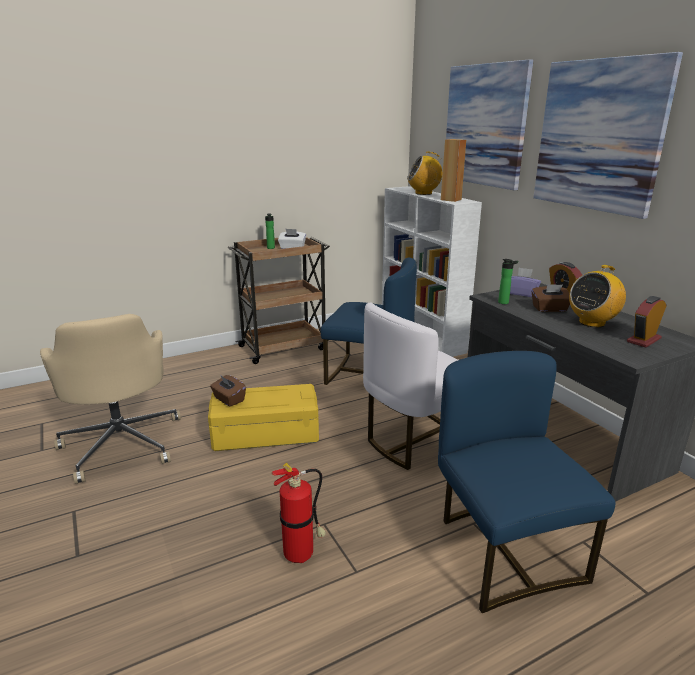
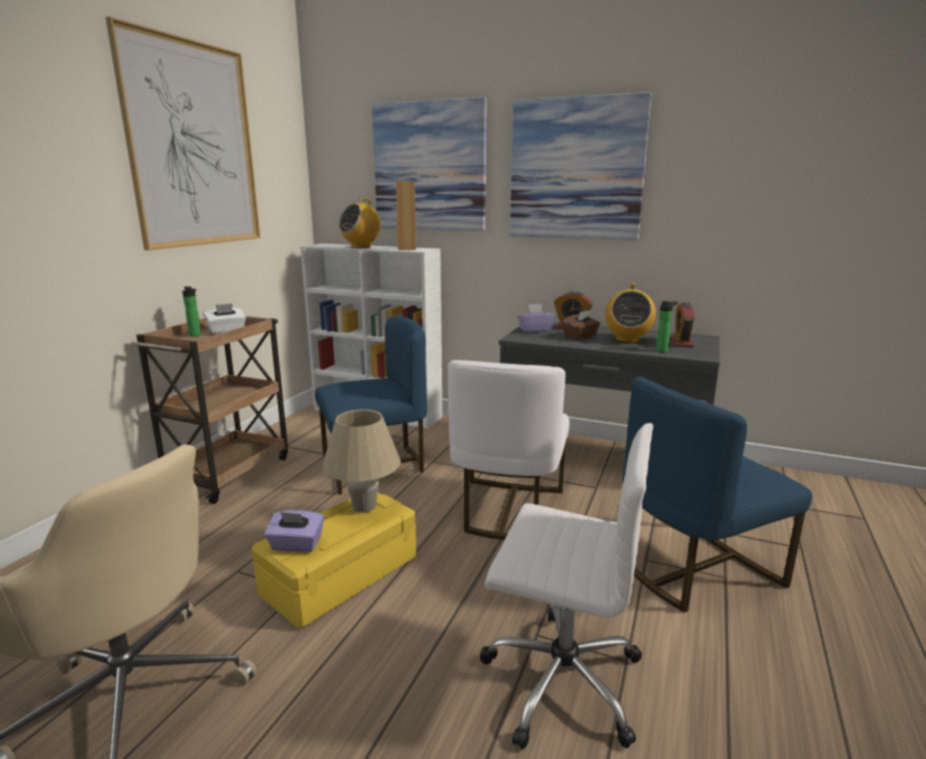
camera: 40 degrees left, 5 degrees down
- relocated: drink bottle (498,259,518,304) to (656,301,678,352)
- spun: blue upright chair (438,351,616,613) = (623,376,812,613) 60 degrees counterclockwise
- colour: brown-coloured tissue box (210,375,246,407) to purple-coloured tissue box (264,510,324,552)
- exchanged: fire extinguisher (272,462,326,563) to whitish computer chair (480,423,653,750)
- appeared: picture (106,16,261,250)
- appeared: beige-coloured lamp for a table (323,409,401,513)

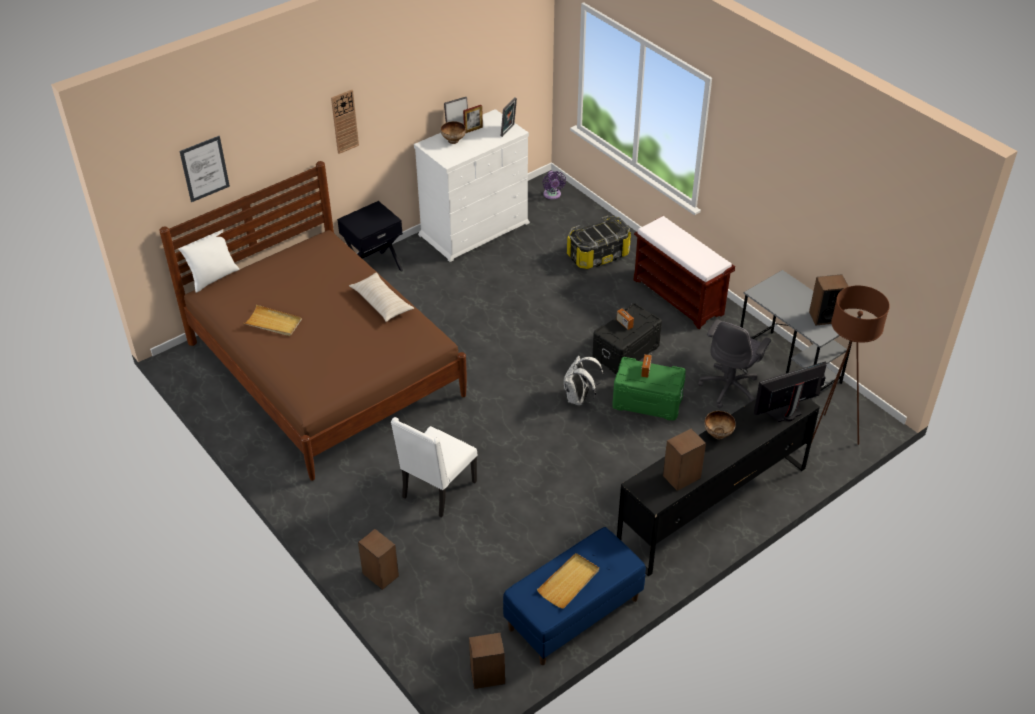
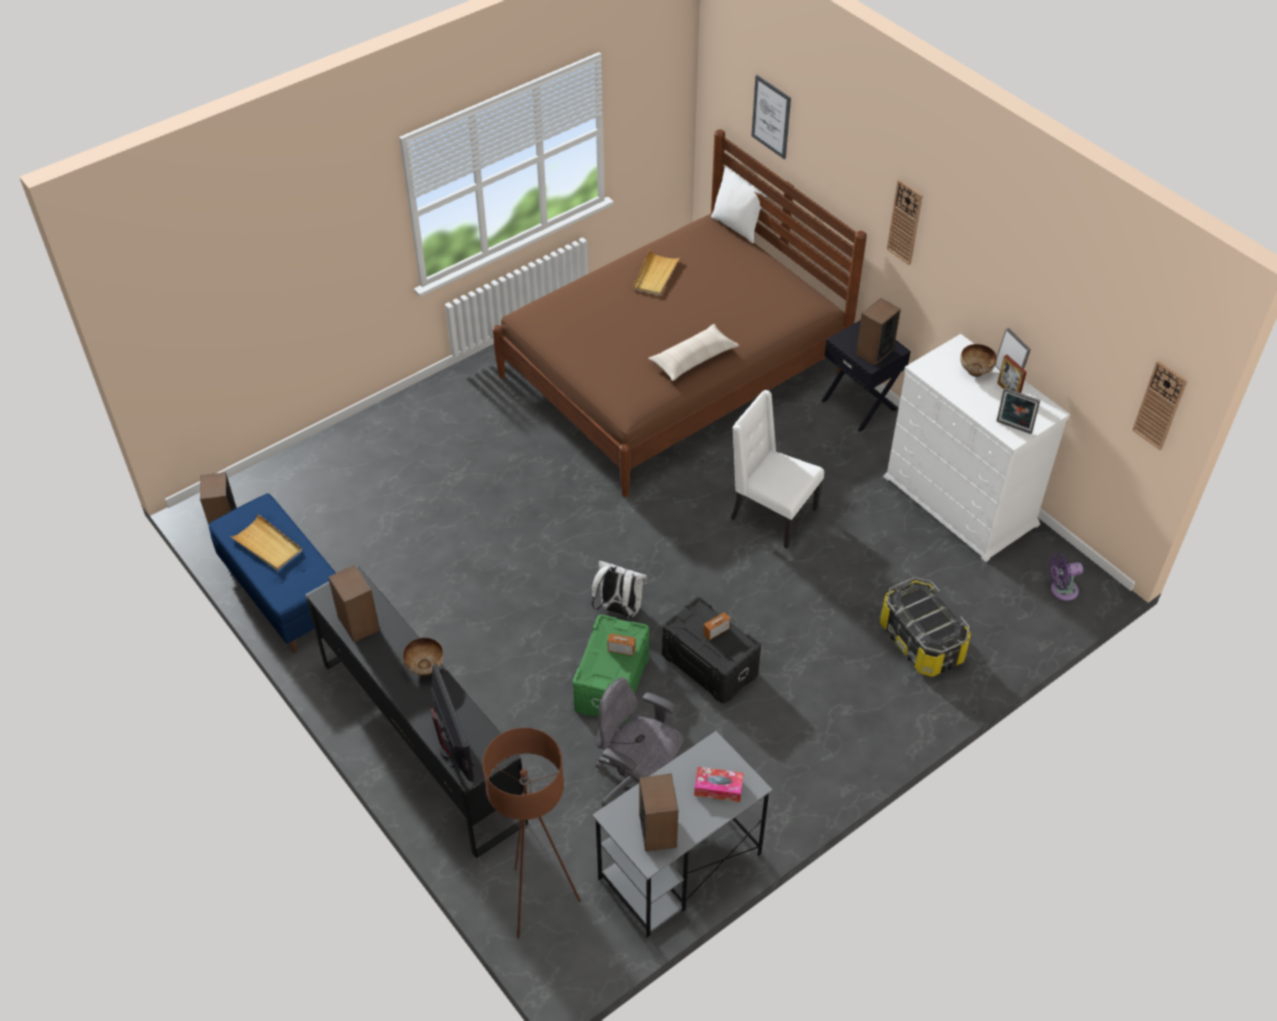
camera: 90 degrees right, 5 degrees up
- missing: brown-coloured long seat (634,216,735,329)
- relocated: whitish upright chair (391,417,477,518) to (731,390,824,549)
- relocated: audio speaker (358,529,399,590) to (856,298,901,366)
- appeared: clock on the wall (1133,360,1188,450)
- appeared: tissue box (694,767,744,802)

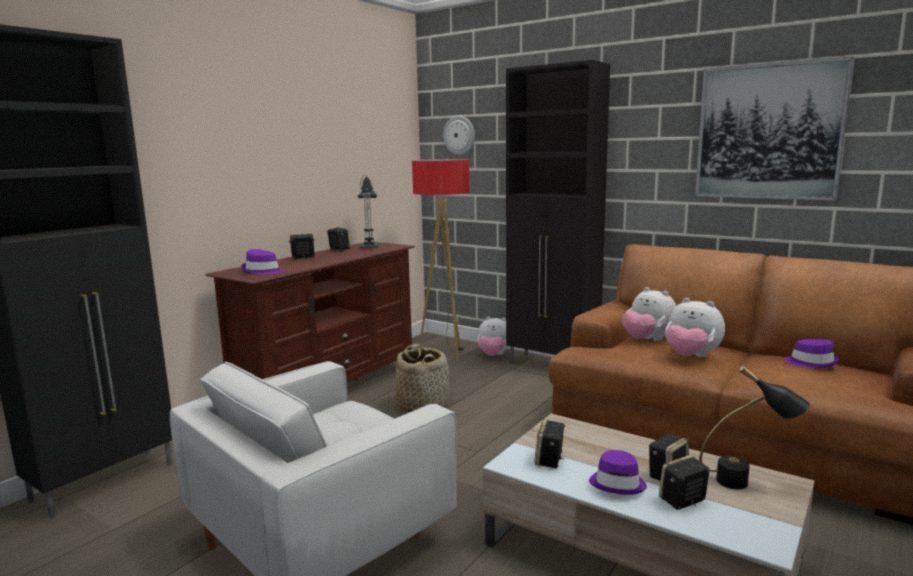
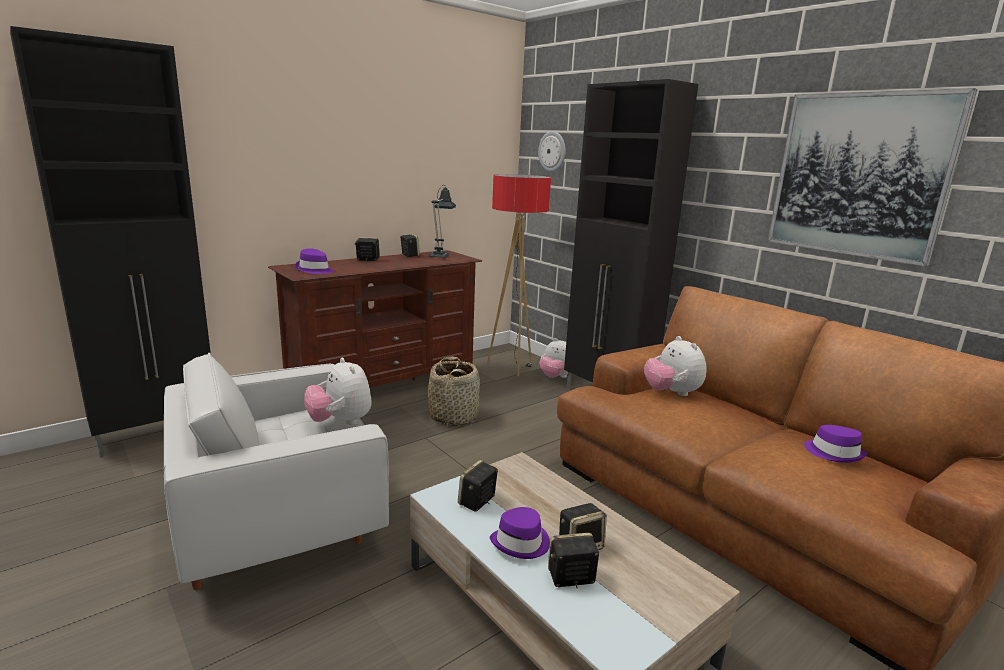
camera: 15 degrees right, 5 degrees up
- relocated: soft toy (665,298,725,357) to (304,357,372,425)
- missing: black-coloured lamp for a table (699,365,810,489)

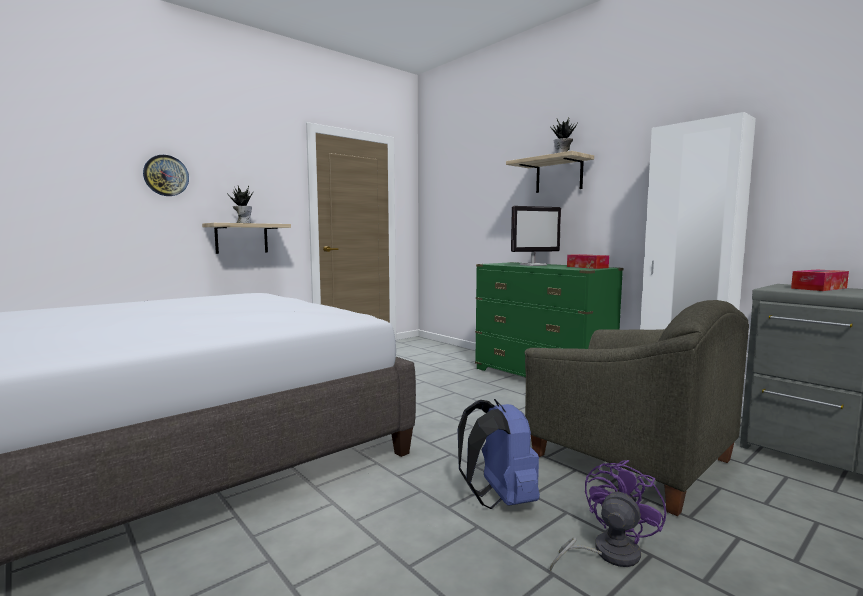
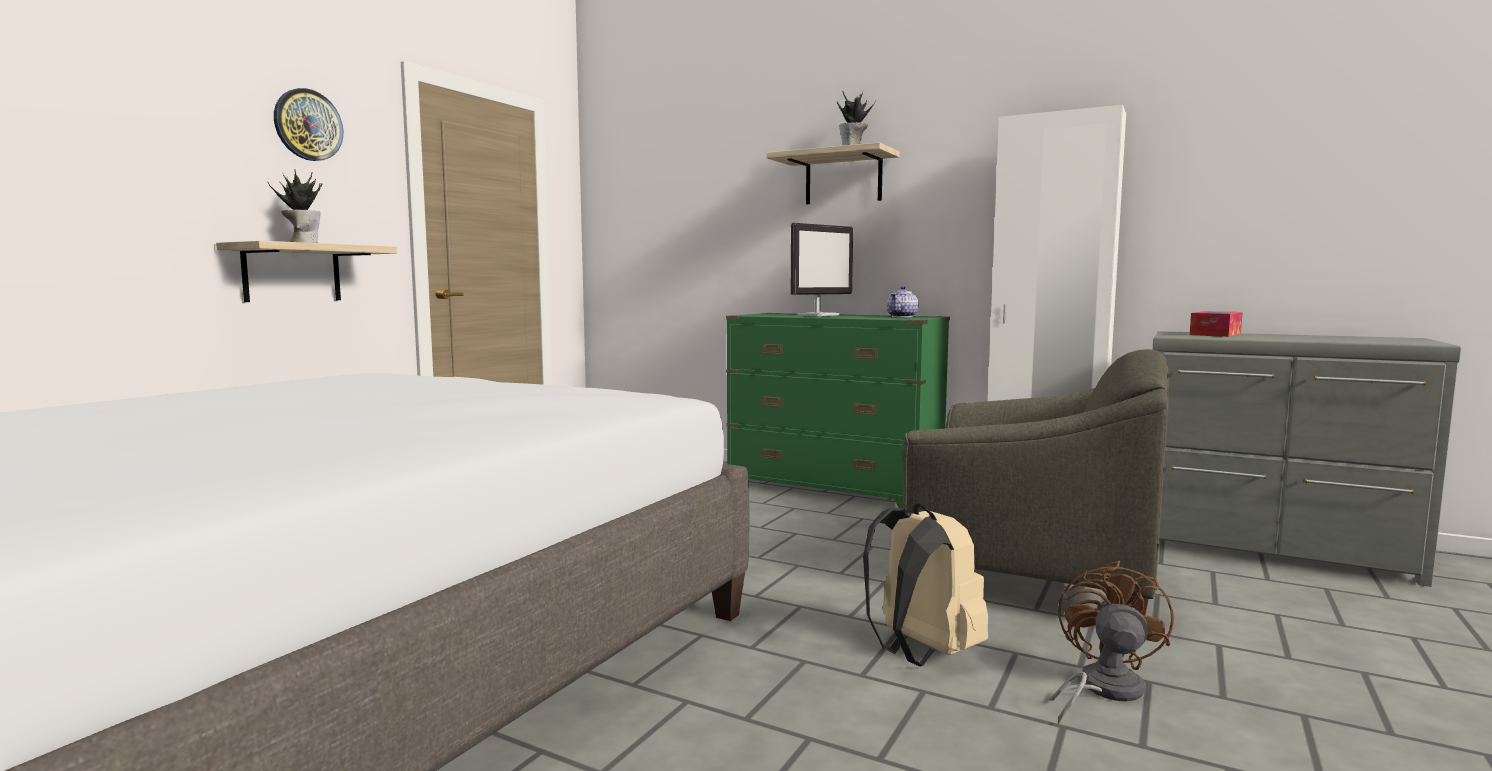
camera: 20 degrees left, 0 degrees up
- relocated: clock on the wall (143,155,189,196) to (274,88,343,161)
- exchanged: tissue box (567,254,609,269) to pot for tea (887,286,918,317)
- colour: blue rucksack (458,399,540,509) to beige-coloured rucksack (863,503,988,667)
- colour: purple-coloured electric fan (550,460,666,571) to brown-coloured electric fan (1050,561,1174,724)

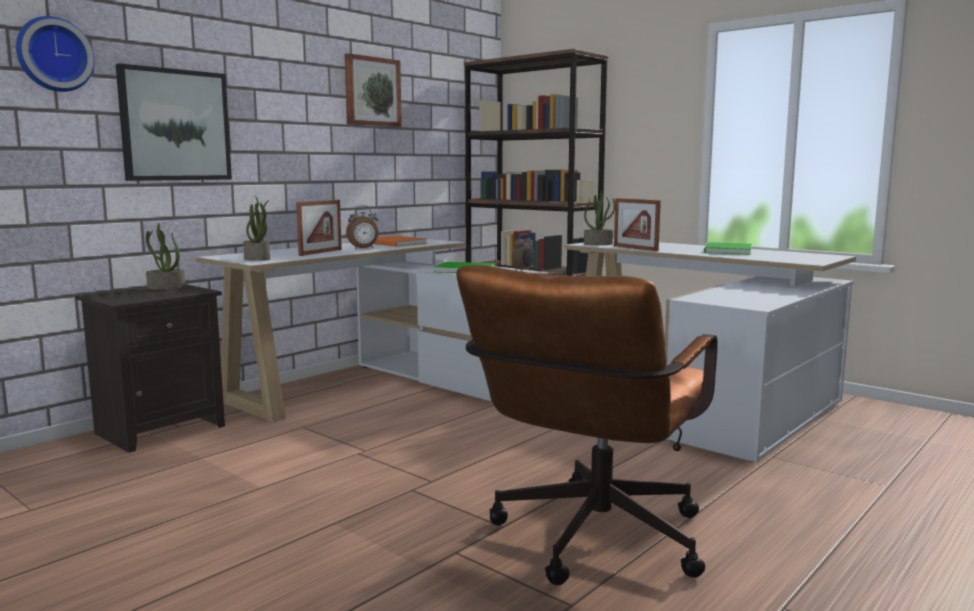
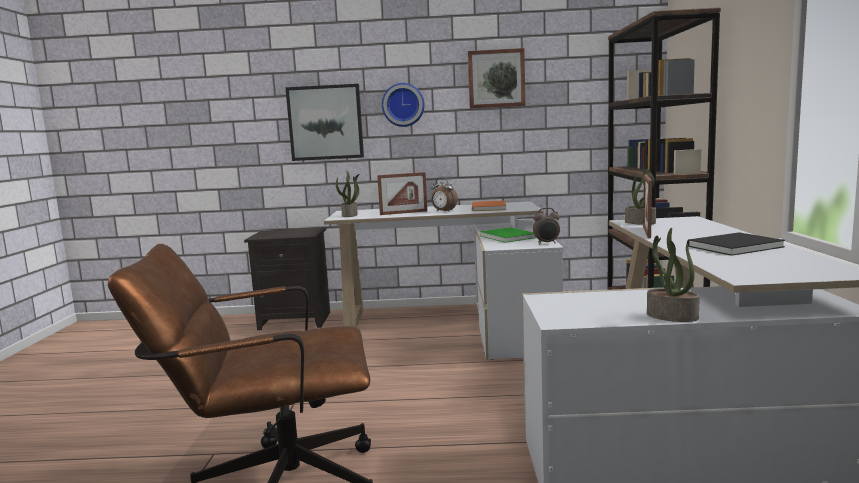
camera: 50 degrees right, 0 degrees up
- relocated: clock on the wall (16,16,95,92) to (382,83,425,127)
- relocated: potted plant (146,223,185,290) to (647,228,700,322)
- colour: greenish bound book (704,242,751,255) to black-coloured bound book (687,232,785,256)

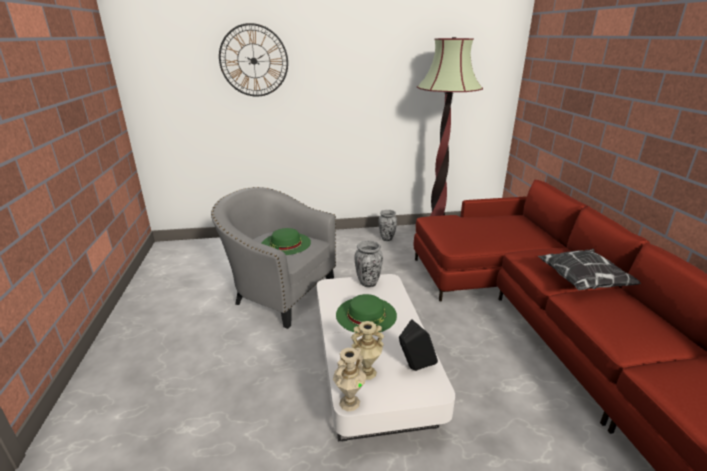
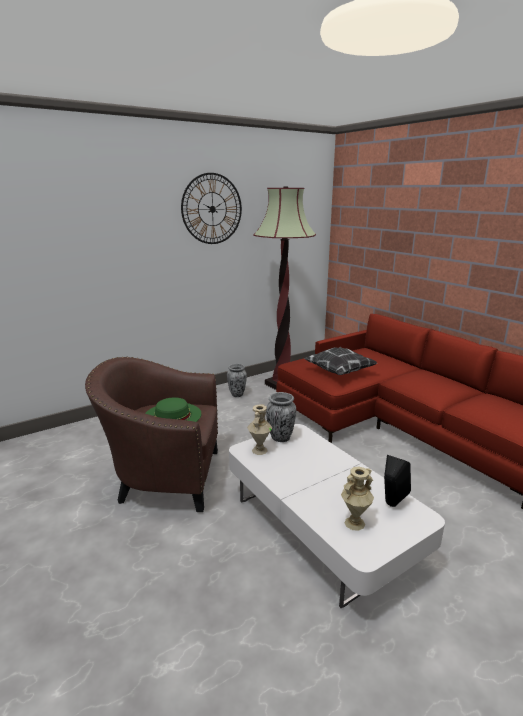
camera: 25 degrees left, 5 degrees down
- relocated: clock on the wall (219,23,288,97) to (181,173,242,244)
- colour: gray easy chair (211,187,336,329) to brown-coloured easy chair (85,357,218,512)
- relocated: cushion (538,249,641,290) to (304,347,377,375)
- missing: greenish wearable hat (336,294,397,333)
- relocated: beige-coloured flower vase (333,348,366,411) to (247,404,272,455)

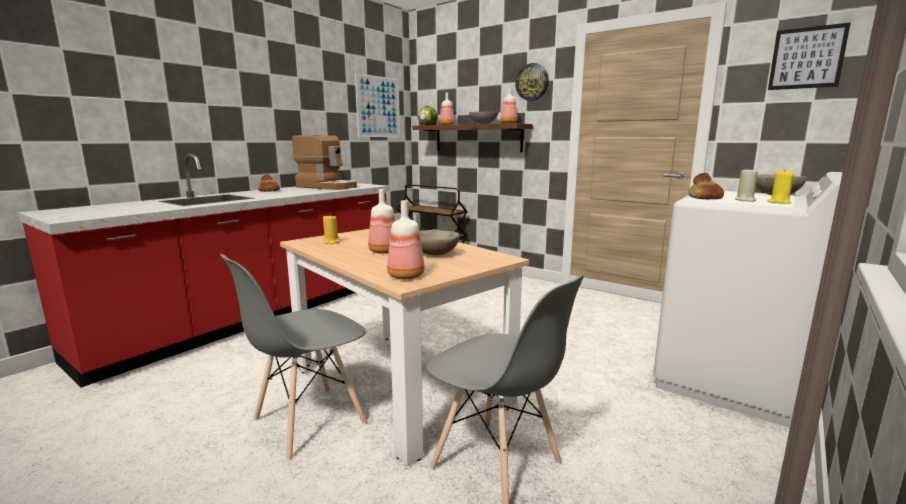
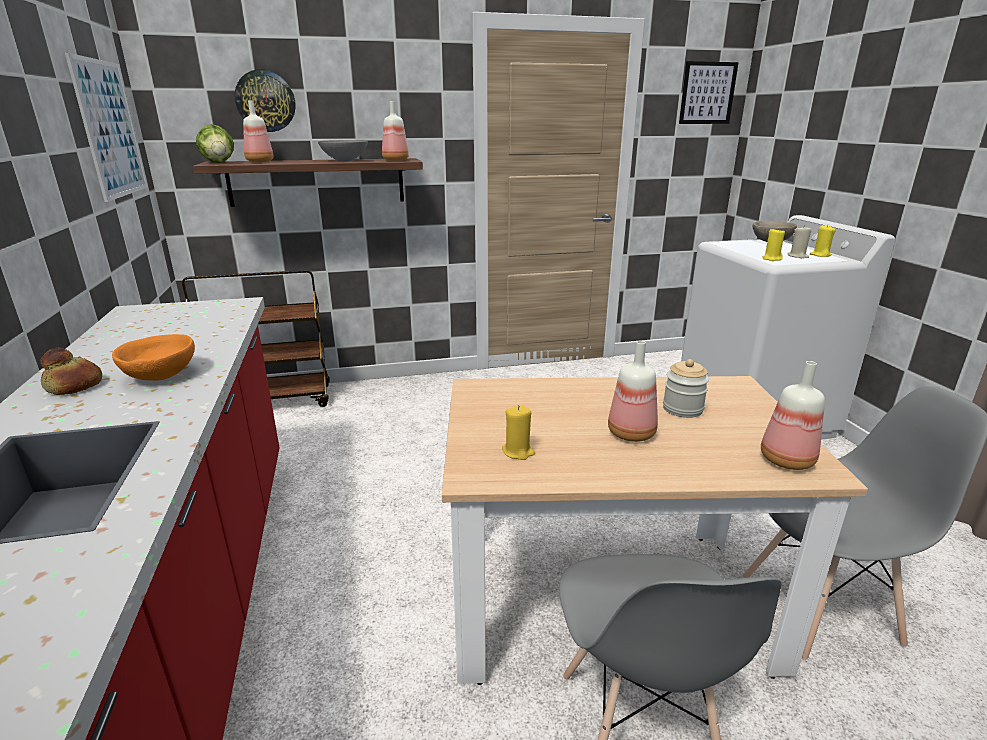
camera: 50 degrees left, 10 degrees up
- relocated: clock on the wall (515,63,549,101) to (234,69,296,132)
- missing: coffee maker (292,135,357,190)
- exchanged: bread (688,173,724,200) to yellowish candle (763,228,785,261)
- exchanged: beige-coloured serving bowl (419,229,460,255) to storage jar (663,359,709,418)
- appeared: orange-coloured serving bowl (112,334,195,381)

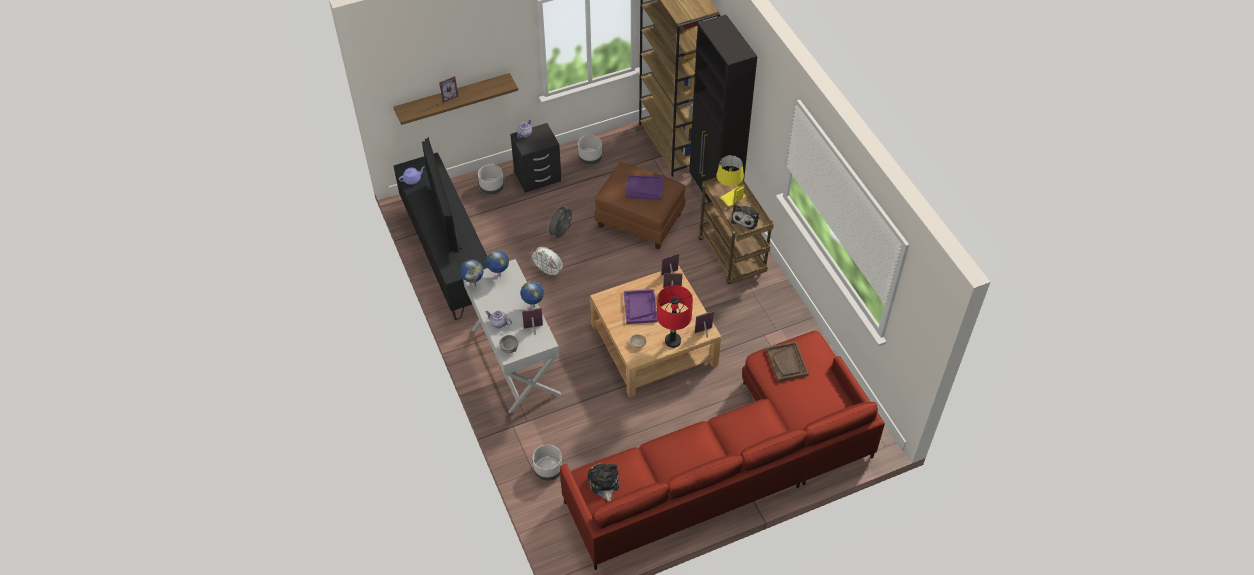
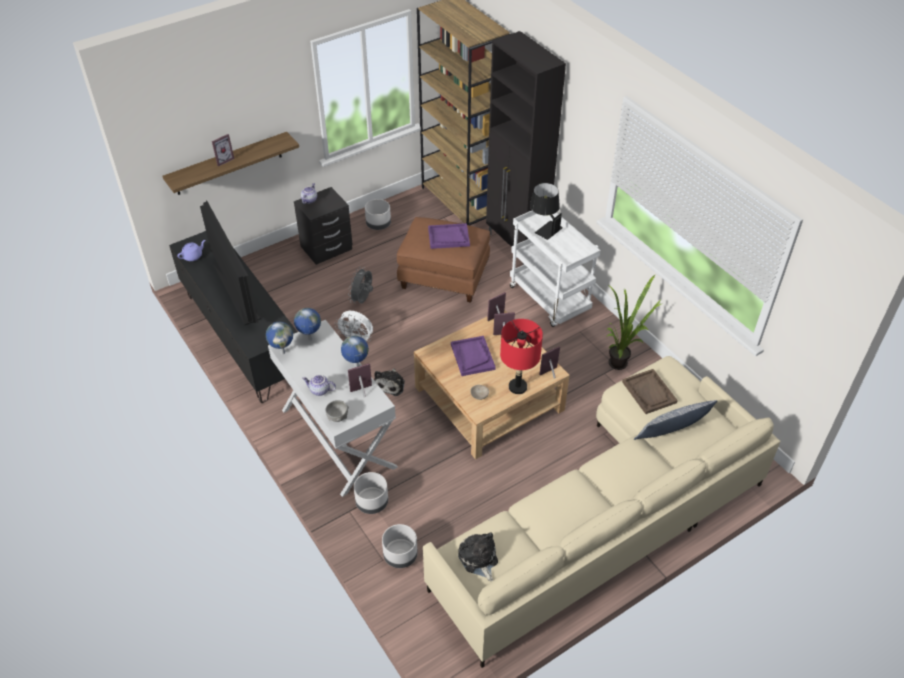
camera: 10 degrees left, 5 degrees down
- colour: yellowish lamp for a table (716,155,746,207) to black-coloured lamp for a table (530,183,563,240)
- relocated: gray plant pot (478,164,504,195) to (354,472,388,514)
- colour: brown-coloured cart (698,177,774,284) to whitish cart (510,211,601,327)
- relocated: soft toy (731,205,759,230) to (374,368,405,396)
- colour: reddish settee (560,331,885,570) to beige-coloured settee (423,356,780,668)
- appeared: potted plant (606,275,661,370)
- appeared: cushion (634,400,717,440)

